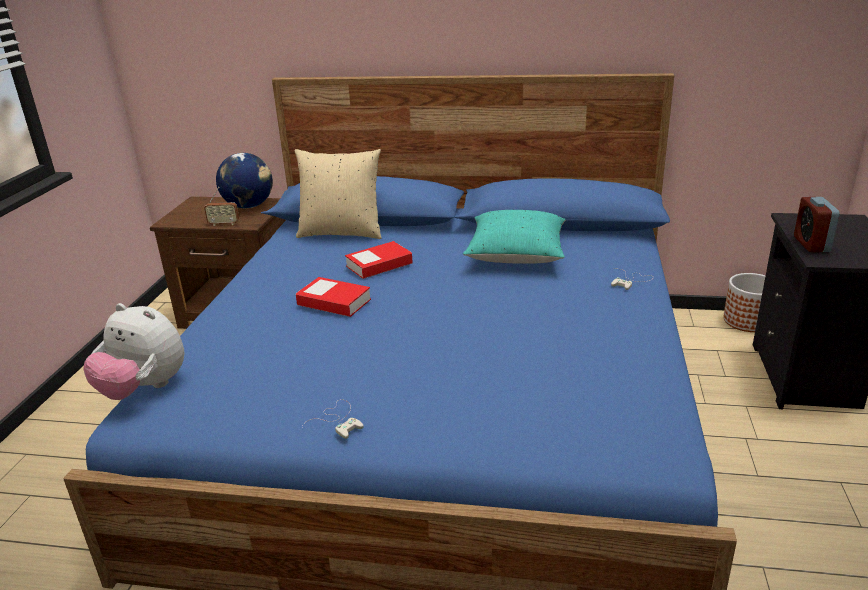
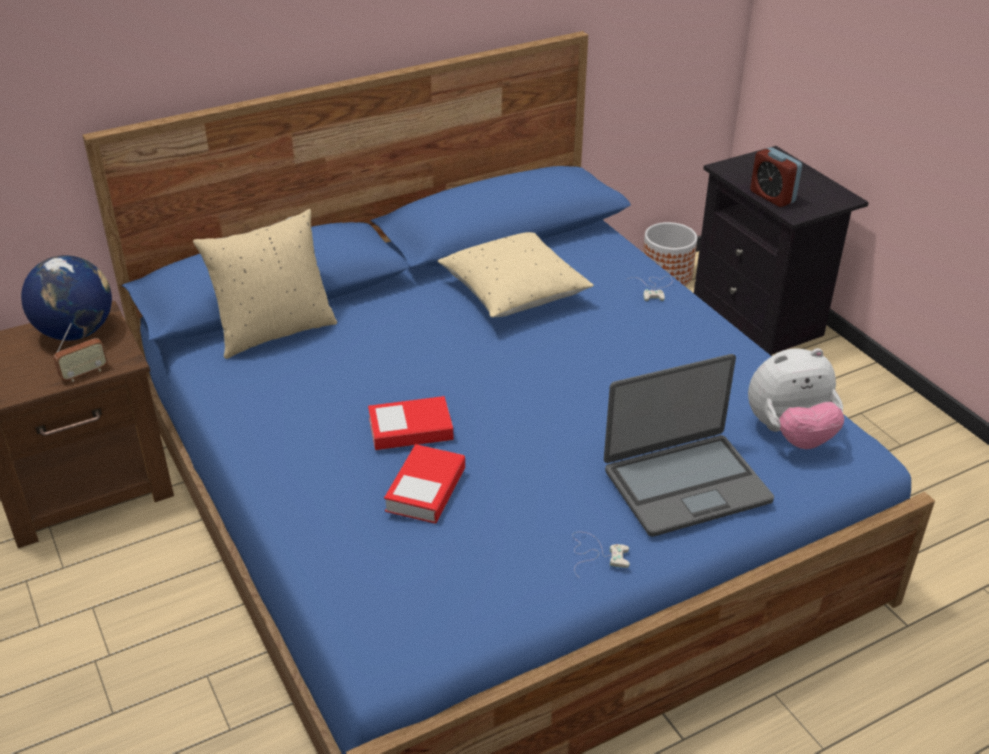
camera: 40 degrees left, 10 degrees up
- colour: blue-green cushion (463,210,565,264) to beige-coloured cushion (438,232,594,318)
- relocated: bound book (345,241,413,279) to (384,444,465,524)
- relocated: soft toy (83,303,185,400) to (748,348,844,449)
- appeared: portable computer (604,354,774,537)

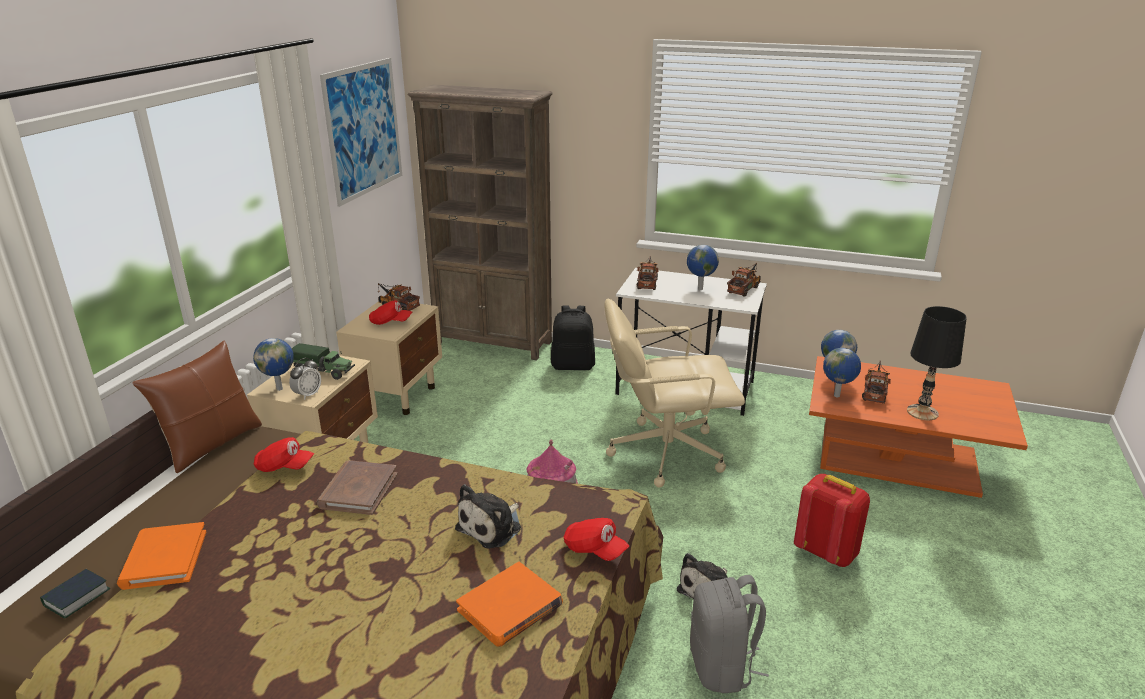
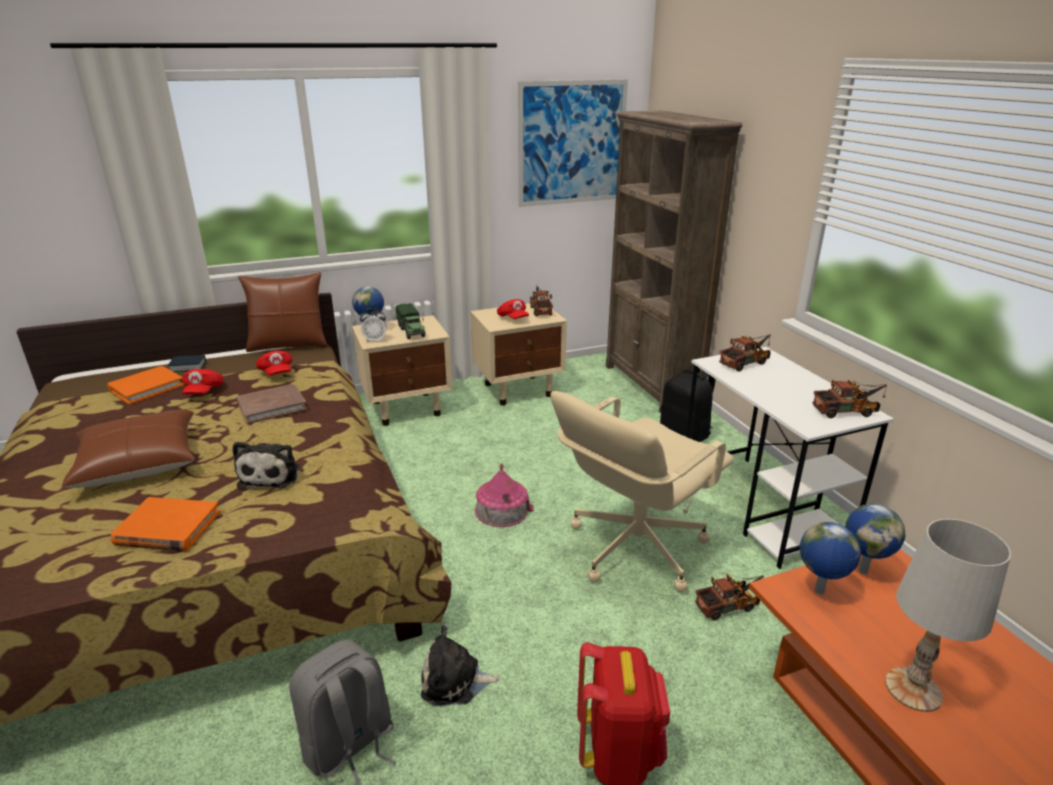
camera: 50 degrees right, 0 degrees up
- missing: globe (687,245,719,290)
- spun: beige-coloured computer chair (604,299,745,487) = (550,391,734,593) 90 degrees counterclockwise
- colour: black-coloured lamp for a table (907,306,967,420) to whitish lamp for a table (885,519,1011,712)
- relocated: model truck (862,360,891,404) to (695,574,764,620)
- spun: soft toy (455,484,521,549) = (233,442,299,489) 90 degrees counterclockwise
- relocated: reddish peaked cap (564,518,629,561) to (182,369,224,395)
- relocated: bound book (40,569,111,619) to (168,355,206,372)
- appeared: brown-coloured cushion (62,410,195,488)

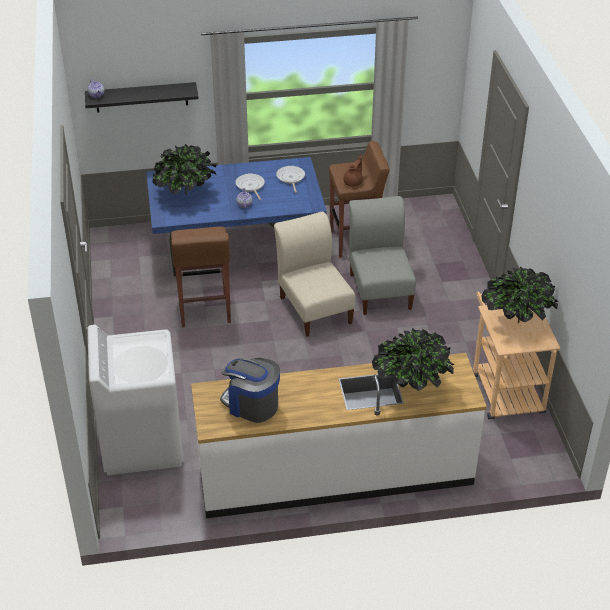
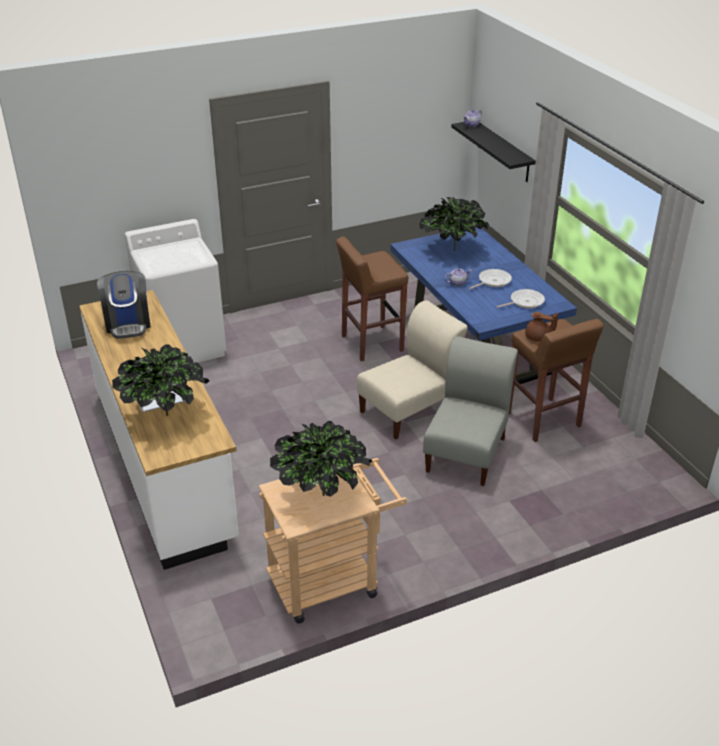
camera: 75 degrees right, 5 degrees down
- spun: gray upright chair (349,196,416,315) = (423,336,518,486) 45 degrees counterclockwise
- spun: coffee maker (220,358,280,423) = (97,271,151,339) 150 degrees clockwise

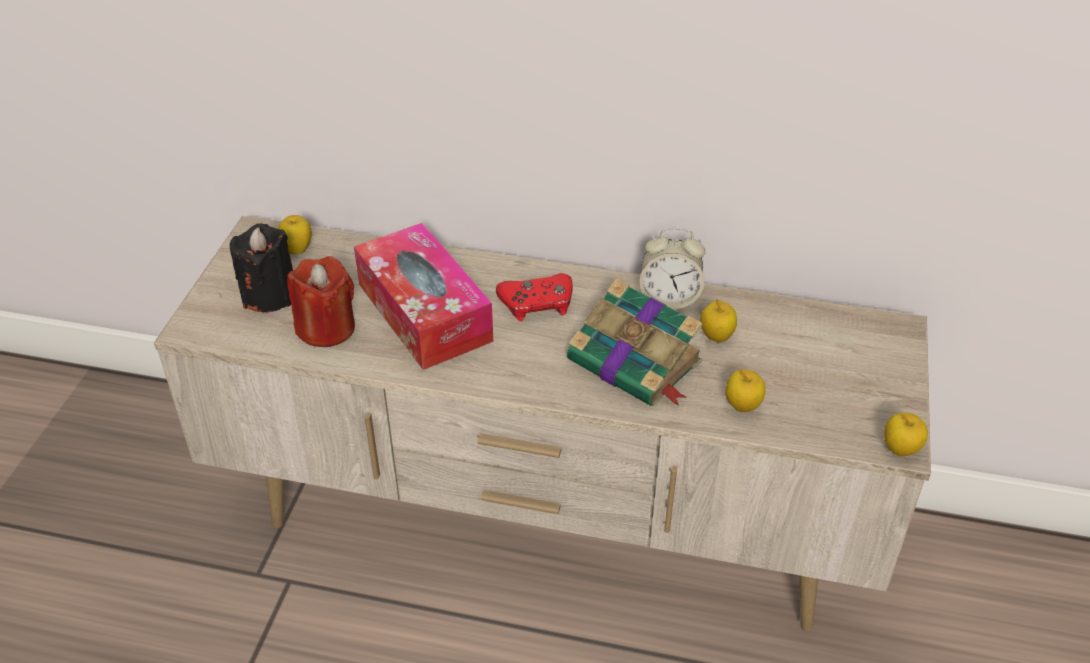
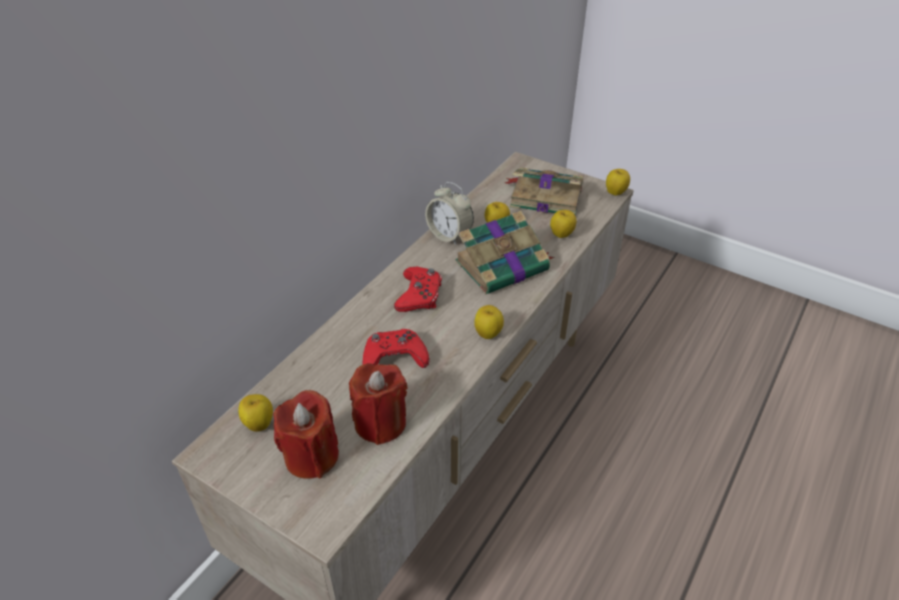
camera: 70 degrees left, 0 degrees up
- exchanged: tissue box (354,223,493,370) to reddish gamepad (362,329,429,368)
- colour: black-coloured candle (230,224,293,312) to reddish candle (273,390,339,479)
- spun: table clock (640,227,706,309) = (425,182,474,245) 105 degrees clockwise
- appeared: bound book (504,167,584,216)
- appeared: apple fruit (474,305,504,339)

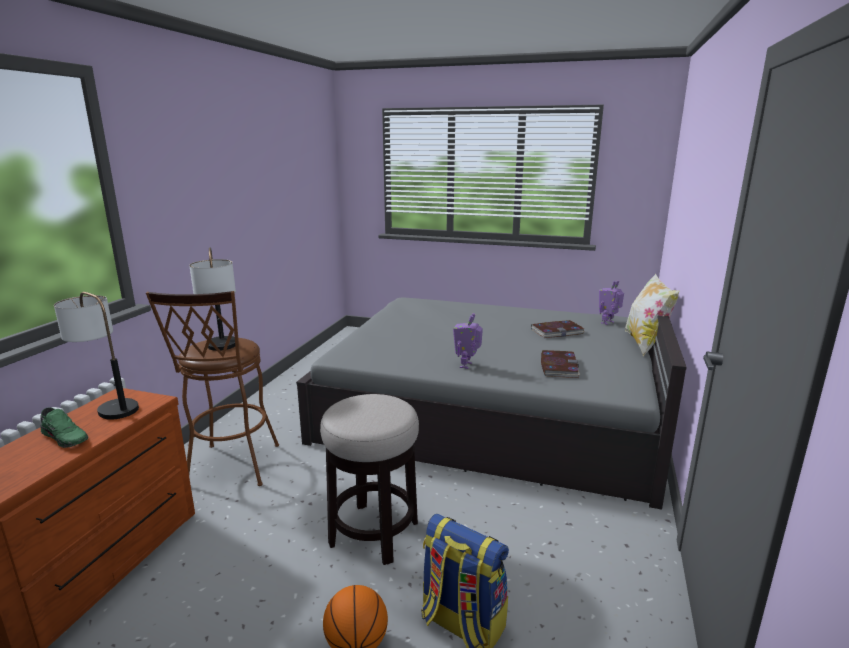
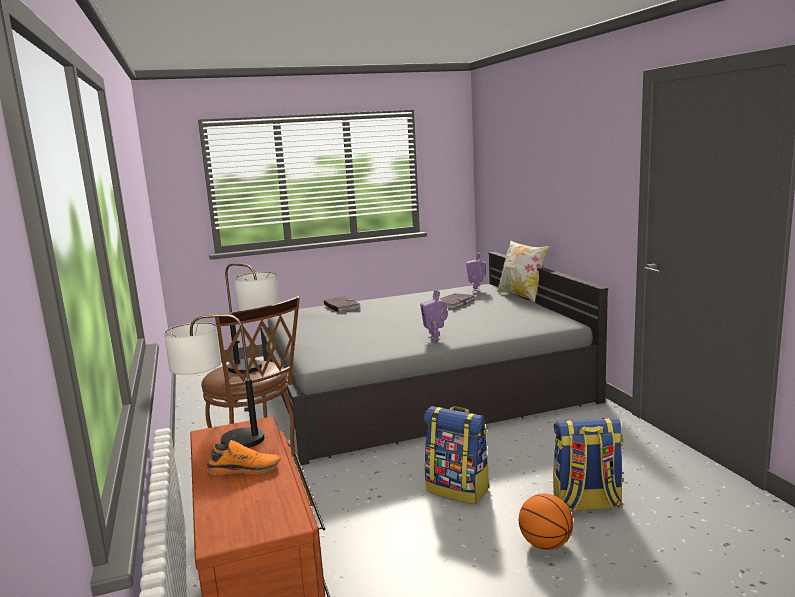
camera: 35 degrees left, 5 degrees down
- relocated: bound book (541,350,580,378) to (324,296,361,312)
- exchanged: stool (320,394,419,565) to rucksack (424,406,490,504)
- colour: greenish shoe (40,408,88,448) to orange-coloured shoe (206,440,280,475)

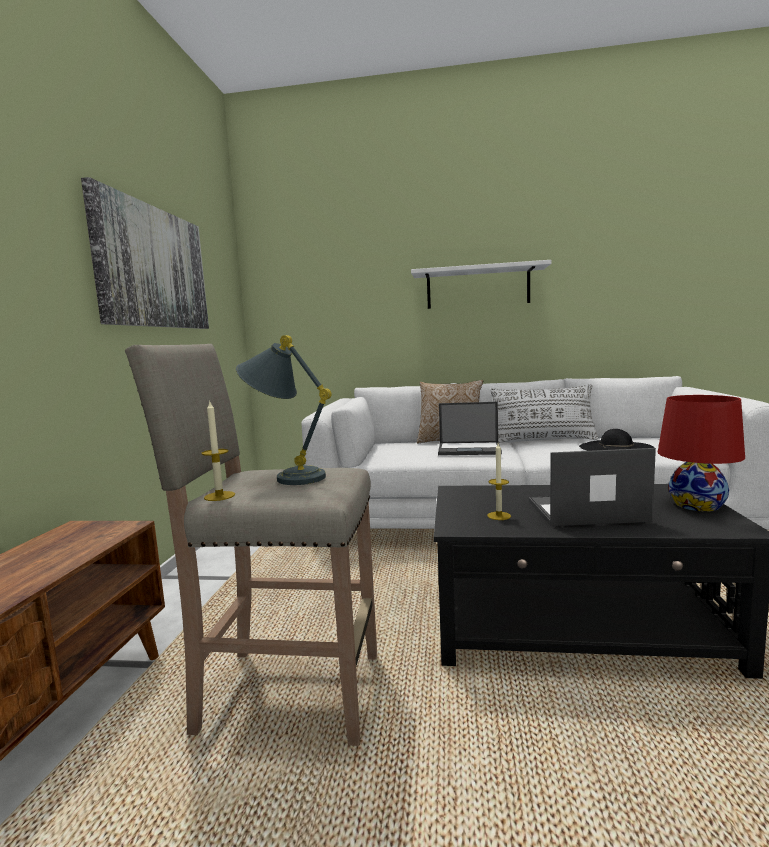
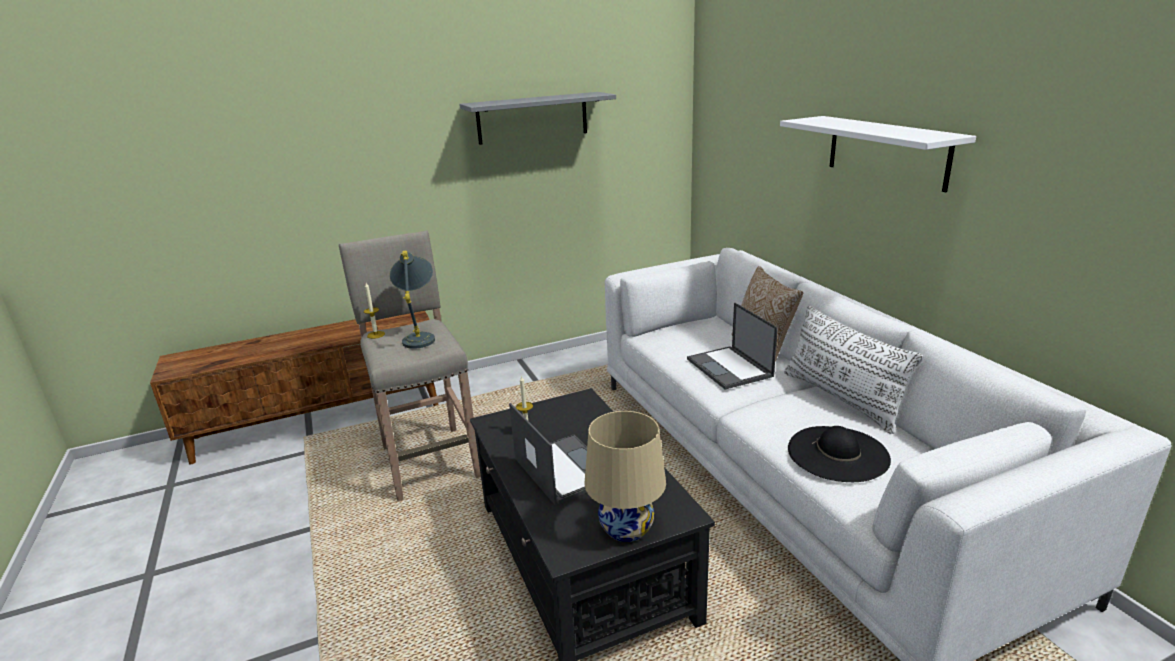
camera: 60 degrees right, 15 degrees up
- exchanged: picture (81,177,209,329) to gray wall shelf (459,92,616,145)
- colour: reddish lamp for a table (658,395,745,512) to beige-coloured lamp for a table (584,411,666,542)

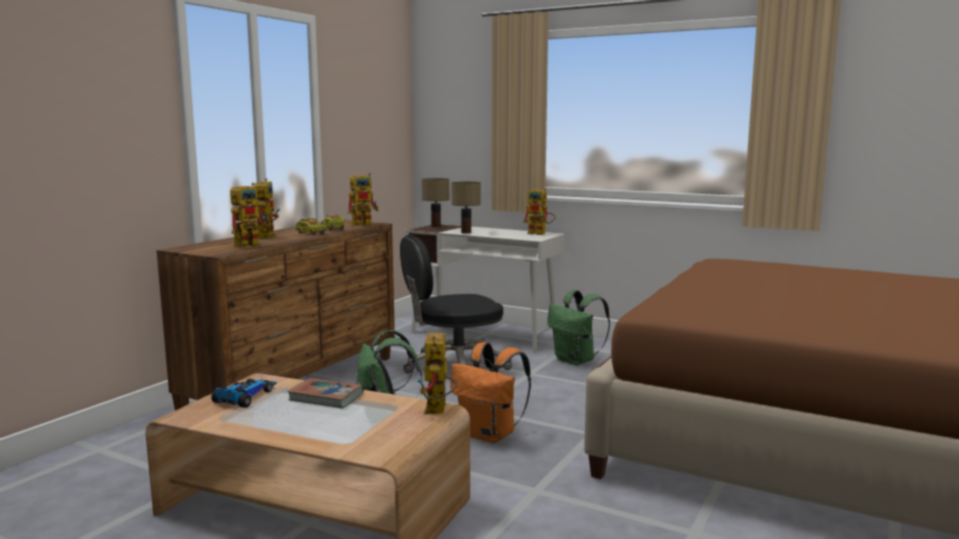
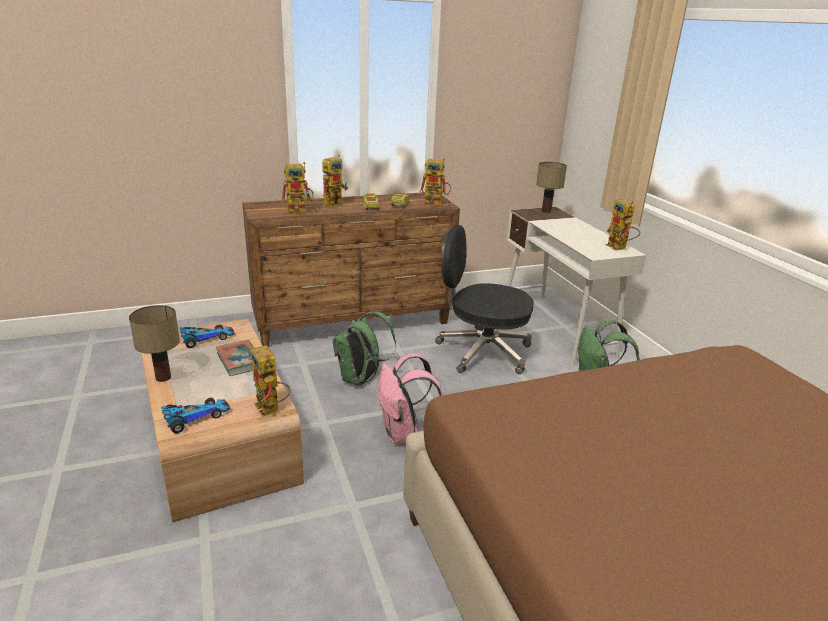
camera: 40 degrees right, 15 degrees up
- relocated: lamp for a table (452,182,481,234) to (129,305,180,382)
- spun: robot figure (417,333,456,414) = (251,345,291,417) 75 degrees counterclockwise
- colour: orange-coloured rucksack (450,342,531,443) to pink-coloured rucksack (378,353,443,444)
- appeared: miniature car (161,398,230,433)

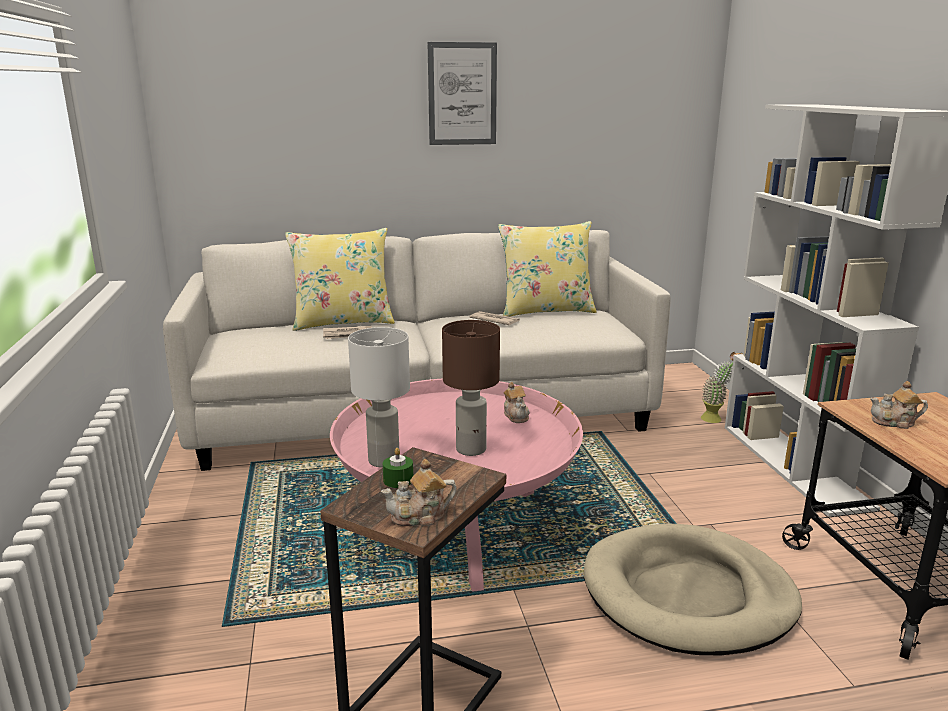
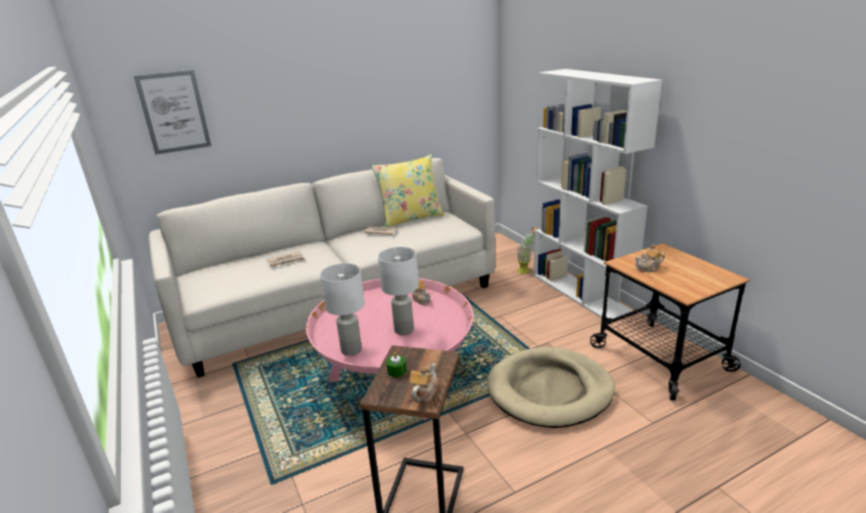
camera: 15 degrees left, 5 degrees up
- relocated: picture (427,42,497,145) to (134,70,211,155)
- missing: yellowish cushion (285,228,395,331)
- colour: brown-coloured lamp for a table (442,320,500,456) to whitish lamp for a table (378,247,419,335)
- spun: pot for tea (381,459,457,526) = (409,363,439,403) 150 degrees clockwise

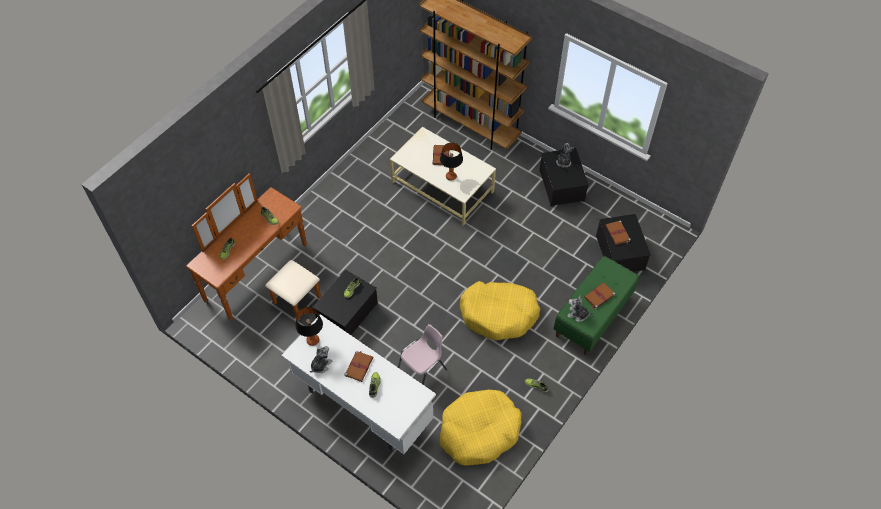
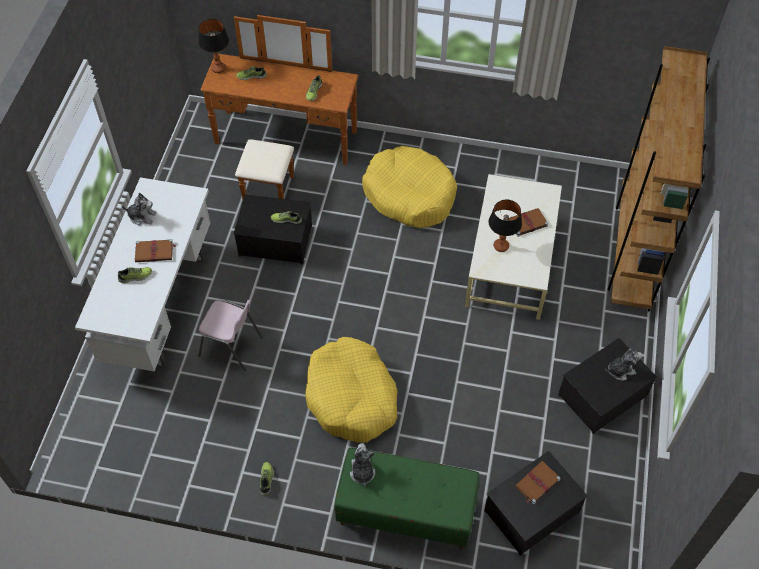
camera: 65 degrees right, 0 degrees up
- missing: brown-coloured bound book (584,282,615,309)
- relocated: lamp for a table (295,307,323,346) to (198,19,229,73)
- relocated: yellowish dog cushion (440,390,522,466) to (362,146,457,228)

